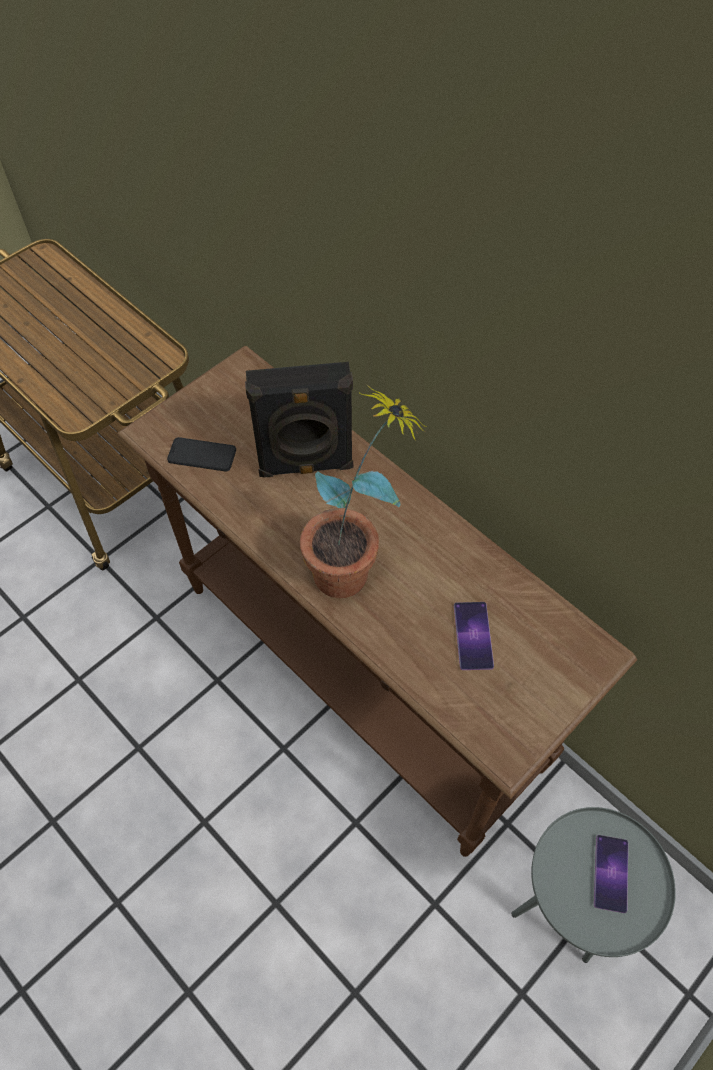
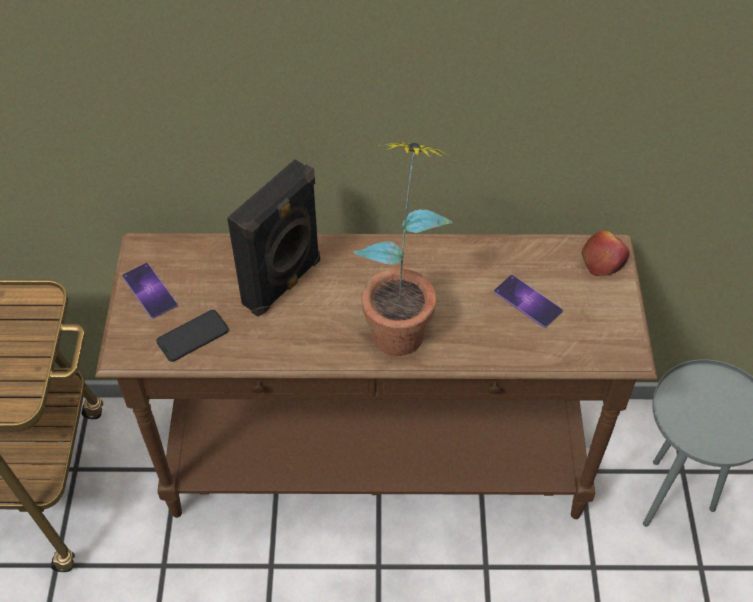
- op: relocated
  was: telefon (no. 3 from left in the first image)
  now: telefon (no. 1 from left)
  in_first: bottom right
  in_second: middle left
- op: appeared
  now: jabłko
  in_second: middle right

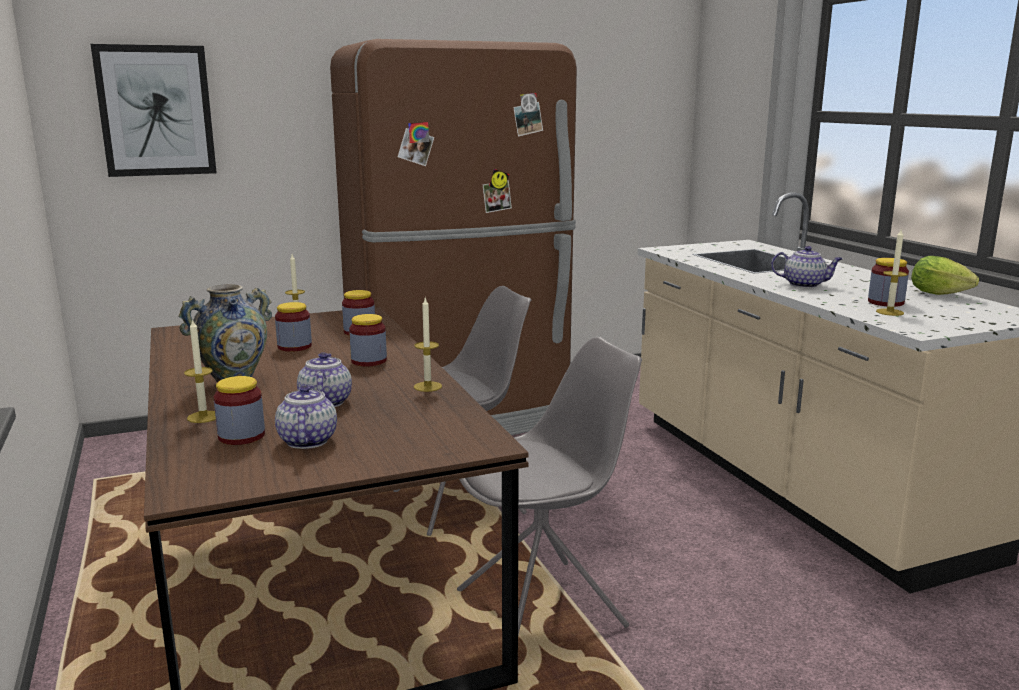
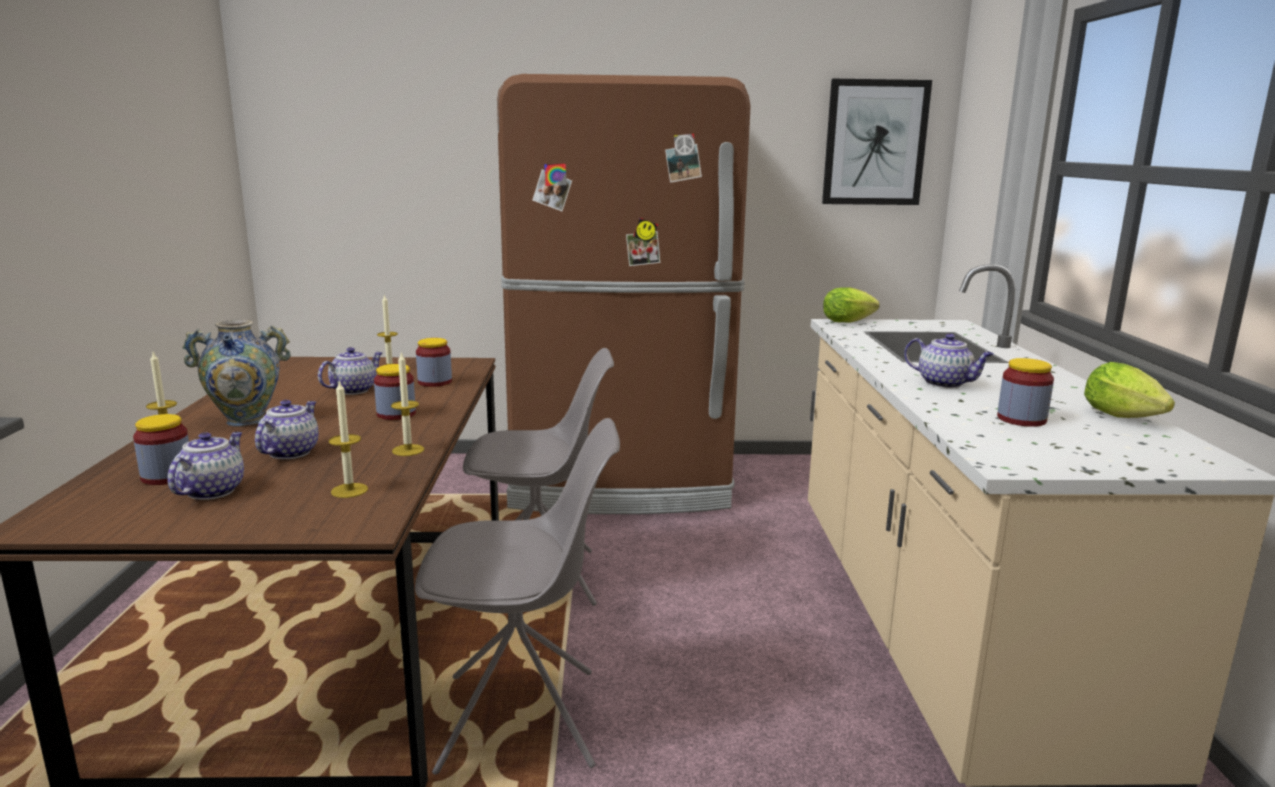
- op: relocated
  was: obraz
  in_first: top left
  in_second: top right
- op: exchanged
  was: słoik (no. 2 from left)
  now: imbryk (no. 3 from left)
  in_first: middle left
  in_second: middle left
- op: relocated
  was: świeca (no. 4 from left in the first image)
  now: świeca (no. 2 from left)
  in_first: middle right
  in_second: middle left
- op: appeared
  now: sałata (no. 1 from left)
  in_second: middle right

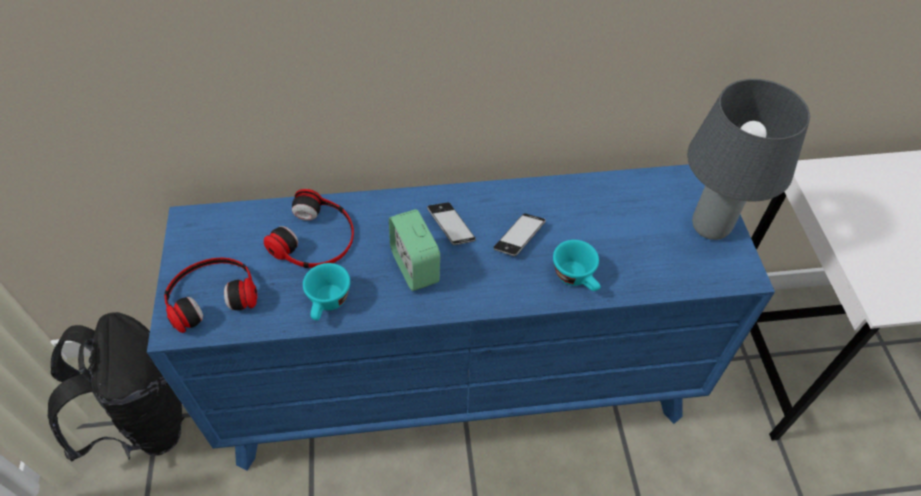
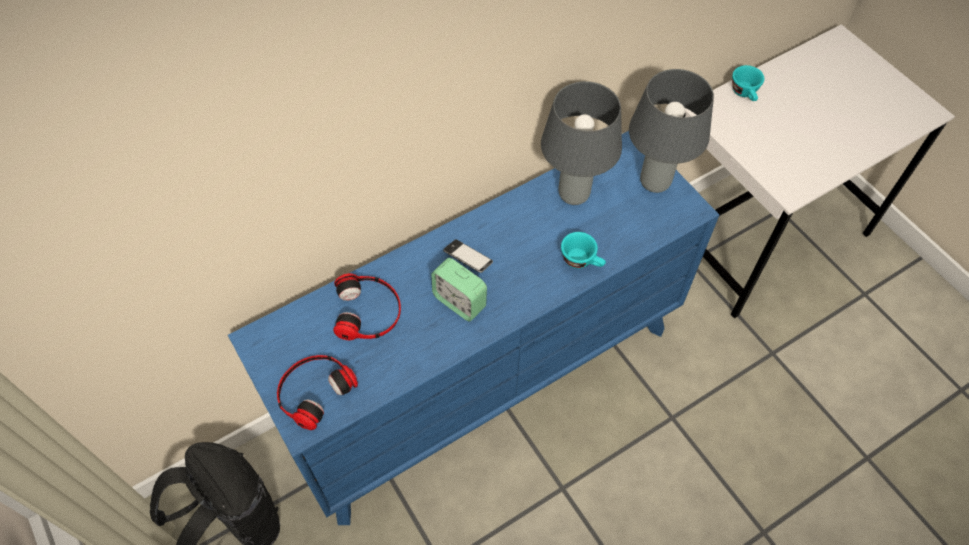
- op: relocated
  was: filiżanka [turkusowy] (no. 1 from left in the first image)
  now: filiżanka [turkusowy] (no. 2 from left)
  in_first: centre
  in_second: top right
- op: missing
  was: telefon (no. 2 from left)
  in_first: centre
- op: appeared
  now: lampa stołowa [szary] (no. 1 from left)
  in_second: top centre

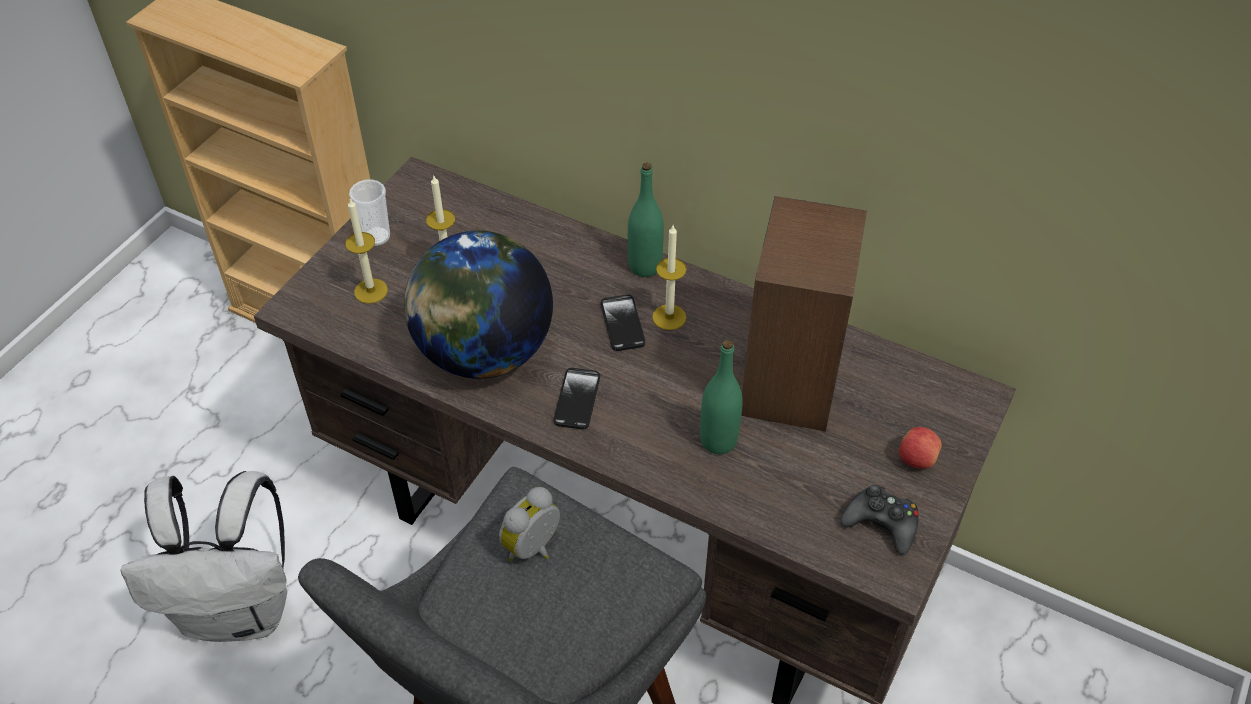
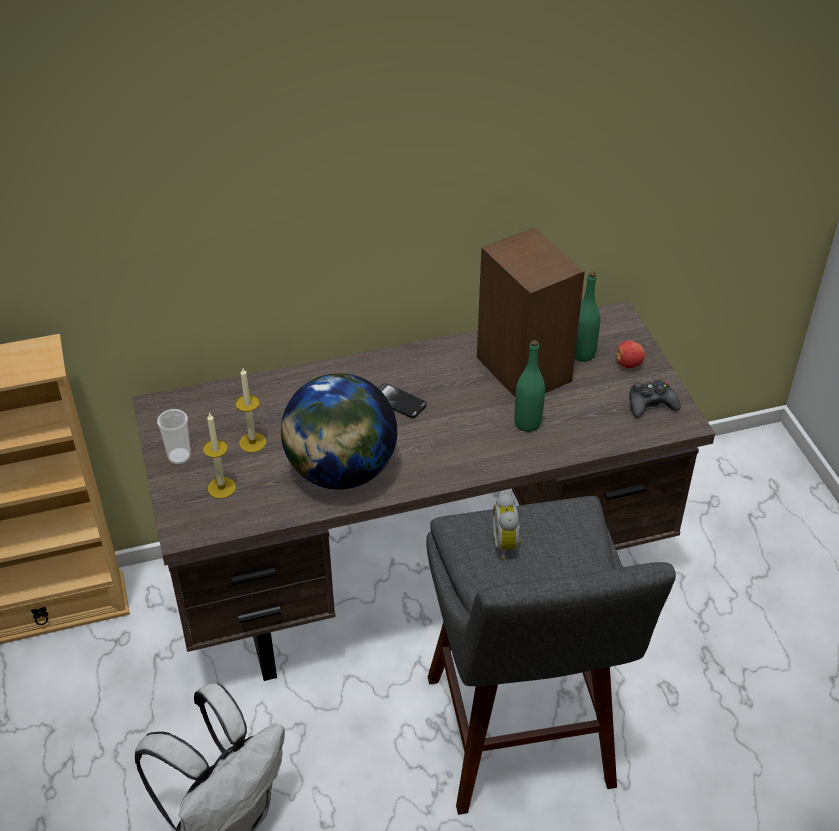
- op: missing
  was: telefon (no. 1 from left)
  in_first: centre
- op: relocated
  was: butelka [zielony] (no. 1 from left in the first image)
  now: butelka [zielony] (no. 2 from left)
  in_first: top centre
  in_second: middle right
- op: missing
  was: świeca (no. 3 from left)
  in_first: centre

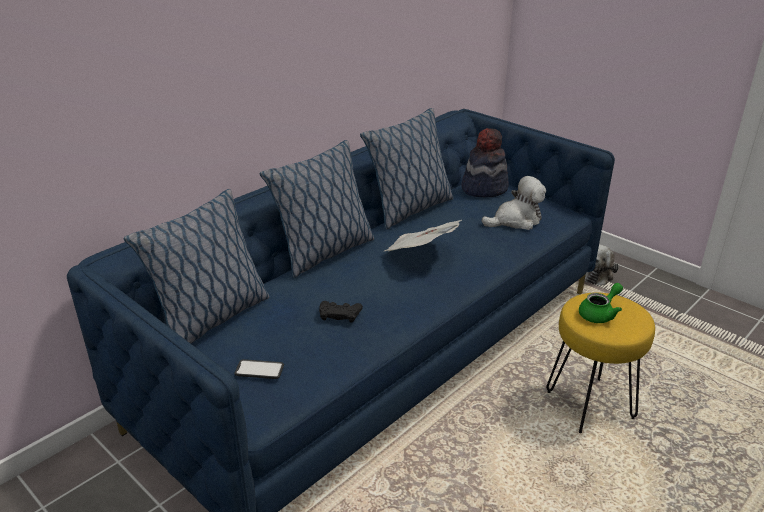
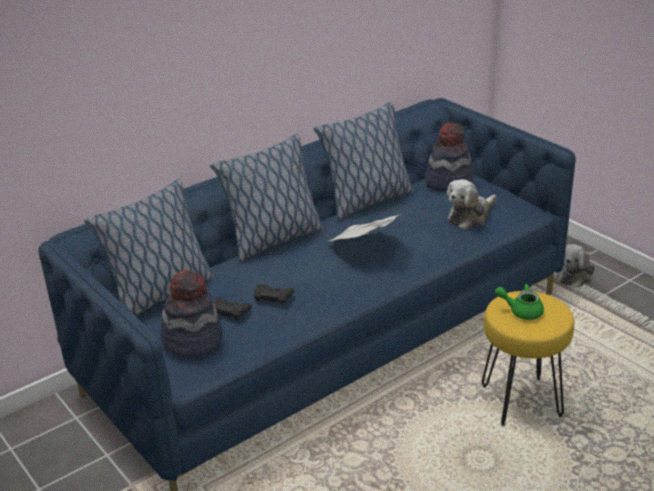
- op: exchanged
  was: telefon
  now: kapelusz (no. 1 from left)
  in_first: bottom centre
  in_second: middle left
- op: spun
  was: pluszak (no. 1 from left)
  in_first: middle right
  in_second: middle right
  clockwise: 150
- op: spun
  was: imbryk [zielony]
  in_first: middle right
  in_second: middle right
  clockwise: -135
- op: appeared
  now: pad do gier [czarny] (no. 1 from left)
  in_second: centre

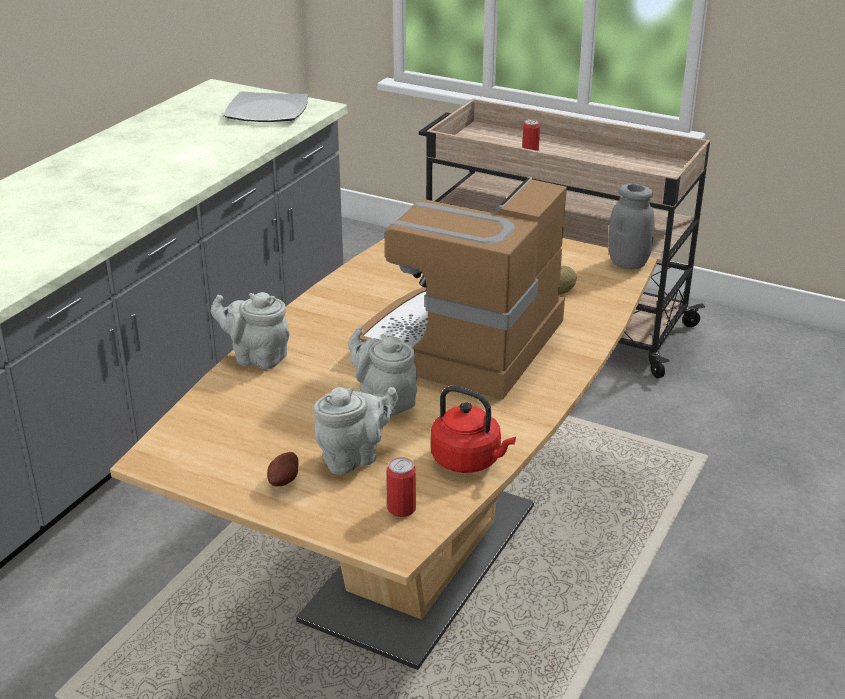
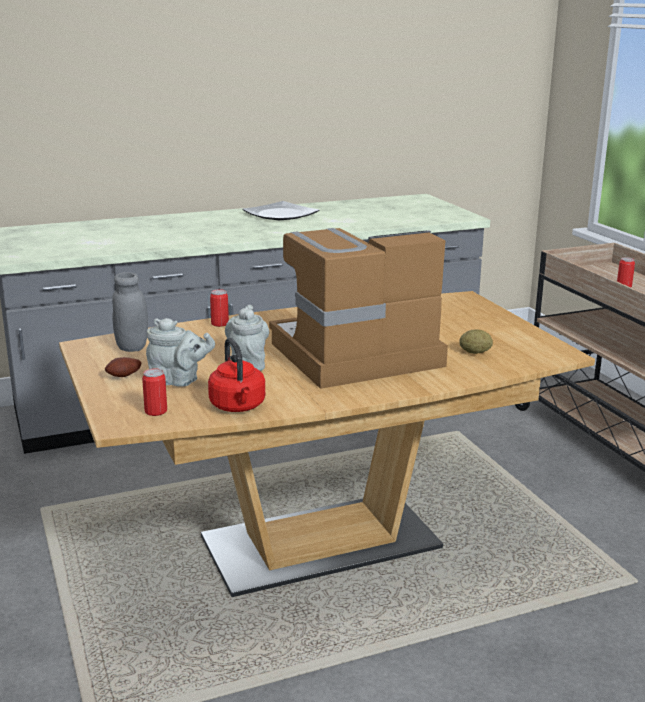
- op: exchanged
  was: imbryk [szary] (no. 1 from left)
  now: puszka (no. 2 from left)
  in_first: middle left
  in_second: centre
- op: relocated
  was: talerz
  in_first: top left
  in_second: top centre
- op: relocated
  was: słoik [szary]
  in_first: top right
  in_second: middle left

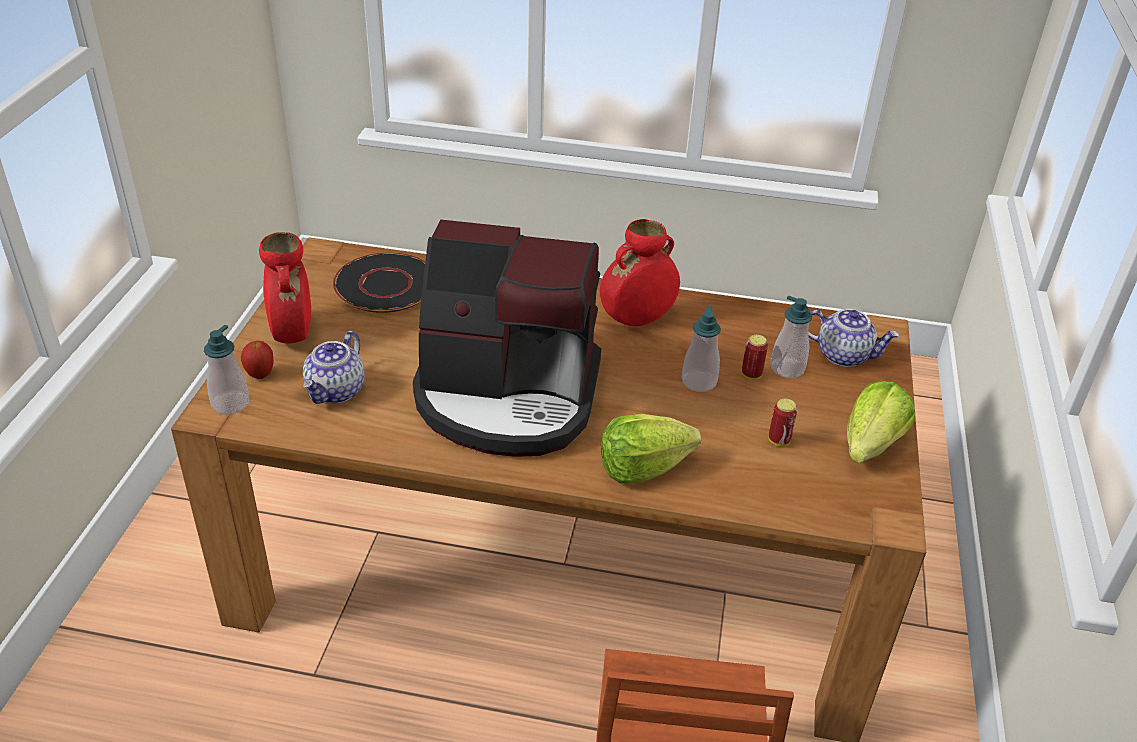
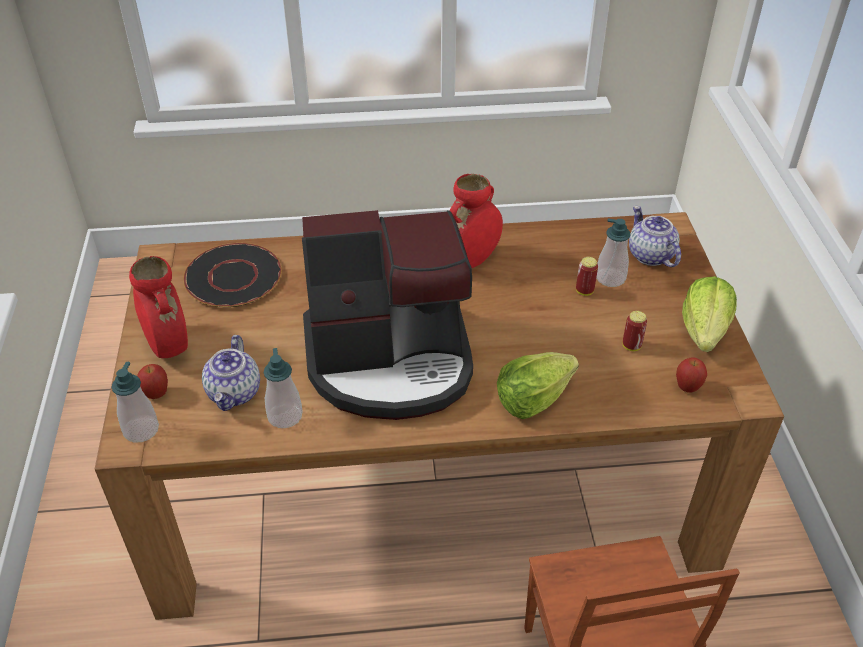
- op: relocated
  was: dozownik mydła (no. 2 from left)
  in_first: centre
  in_second: middle left
- op: spun
  was: imbryk (no. 2 from left)
  in_first: middle right
  in_second: middle right
  clockwise: -120
- op: appeared
  now: jabłko (no. 2 from left)
  in_second: middle right

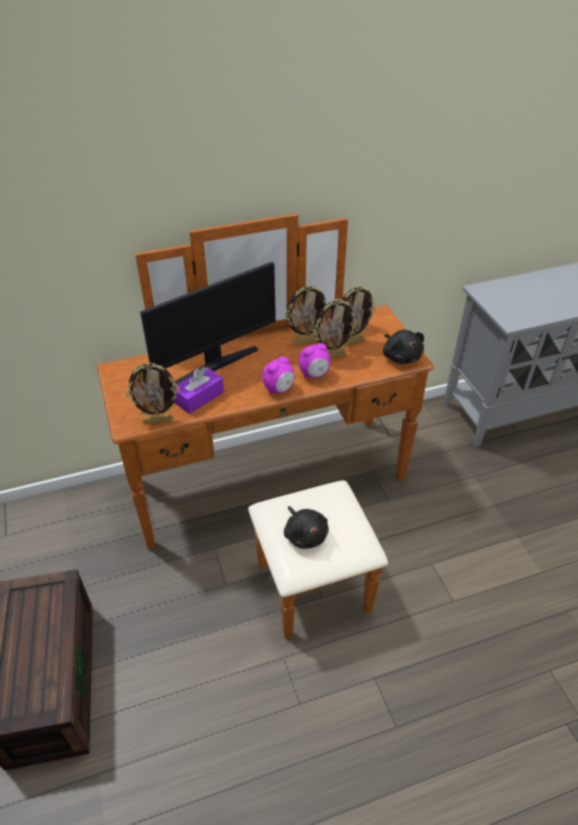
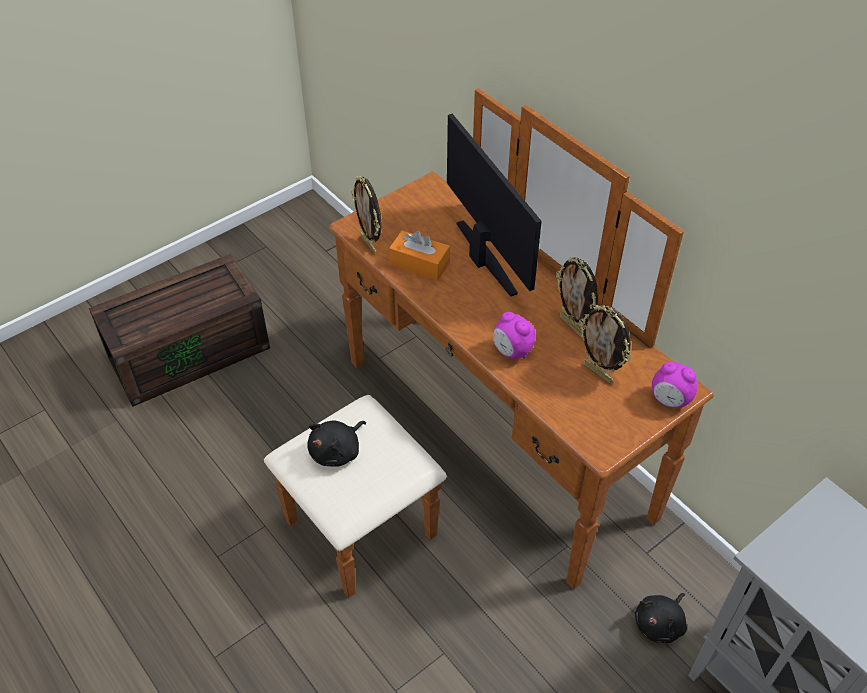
- op: spun
  was: monitor
  in_first: centre
  in_second: top centre
  clockwise: -150
- op: colour
  was: pudełko chusteczek [fioletowy]
  now: pudełko chusteczek [pomarańczowy]
  in_first: centre
  in_second: centre
- op: relocated
  was: budzik (no. 1 from left in the first image)
  now: budzik (no. 2 from left)
  in_first: centre
  in_second: middle right
- op: missing
  was: ramka na zdjęcie (no. 3 from left)
  in_first: centre
- op: relocated
  was: pluszak [czarny] (no. 2 from left)
  in_first: middle right
  in_second: bottom right

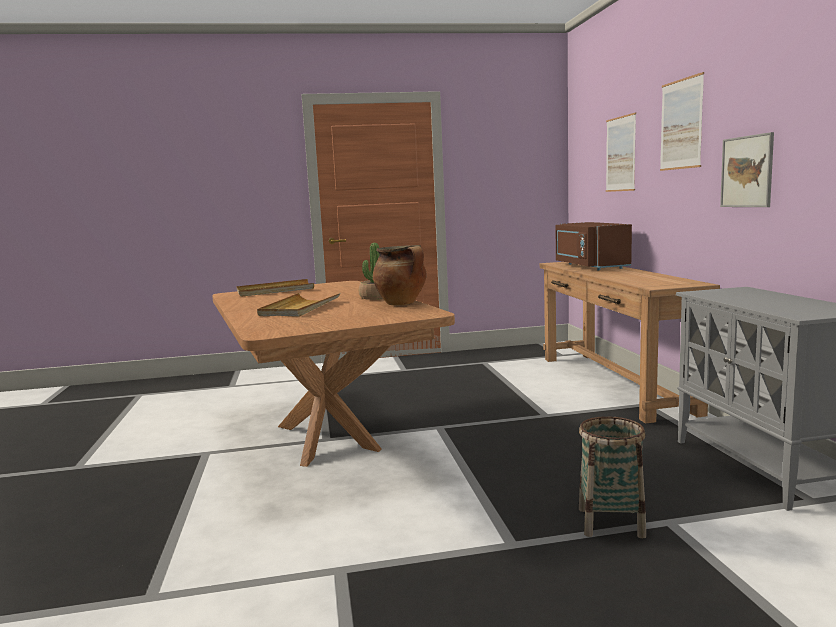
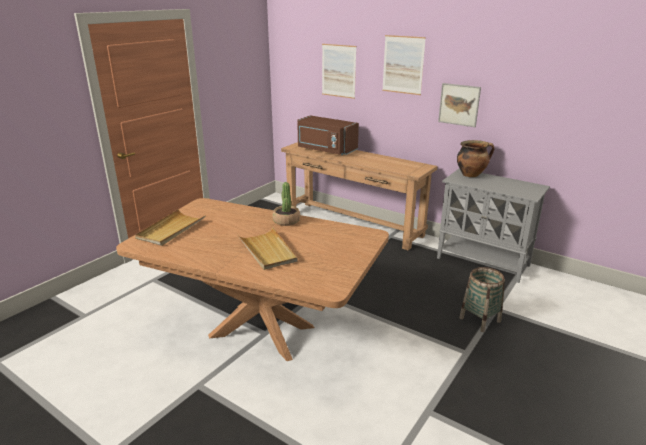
- op: relocated
  was: garnek
  in_first: centre
  in_second: middle right

